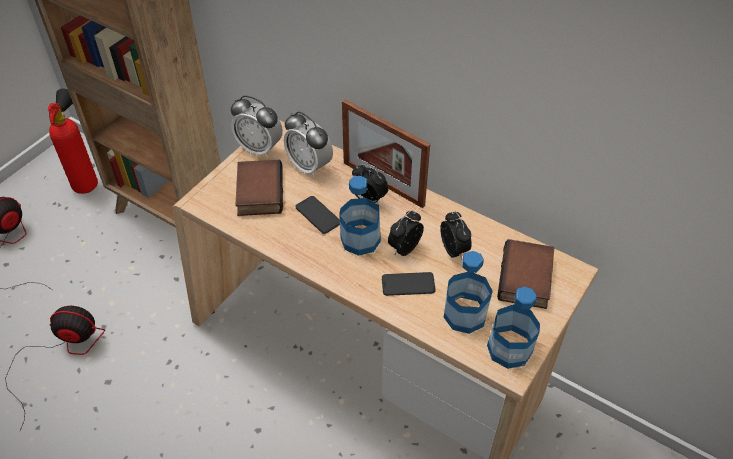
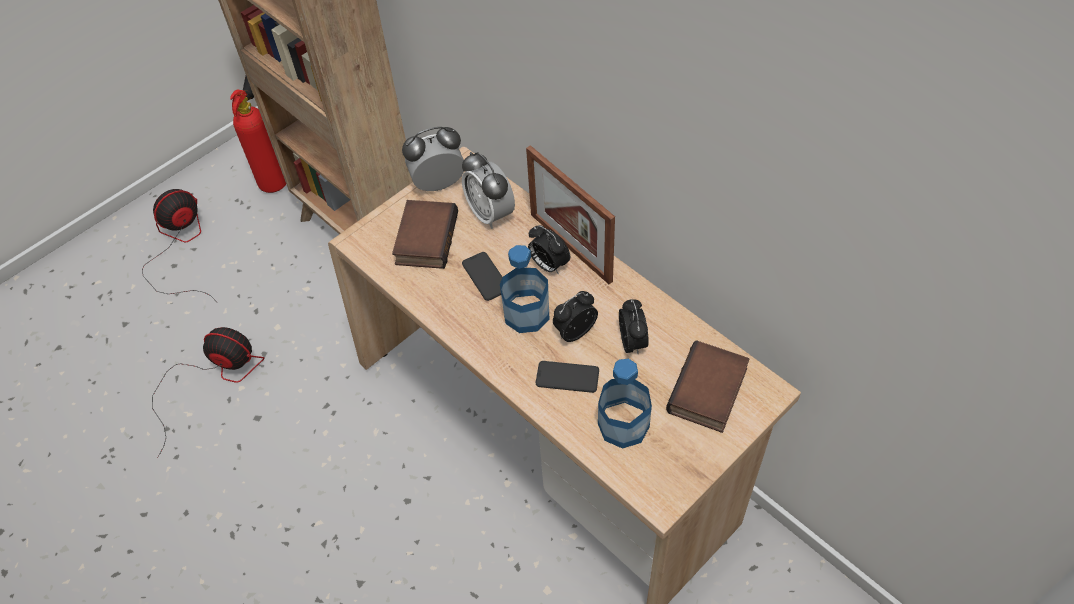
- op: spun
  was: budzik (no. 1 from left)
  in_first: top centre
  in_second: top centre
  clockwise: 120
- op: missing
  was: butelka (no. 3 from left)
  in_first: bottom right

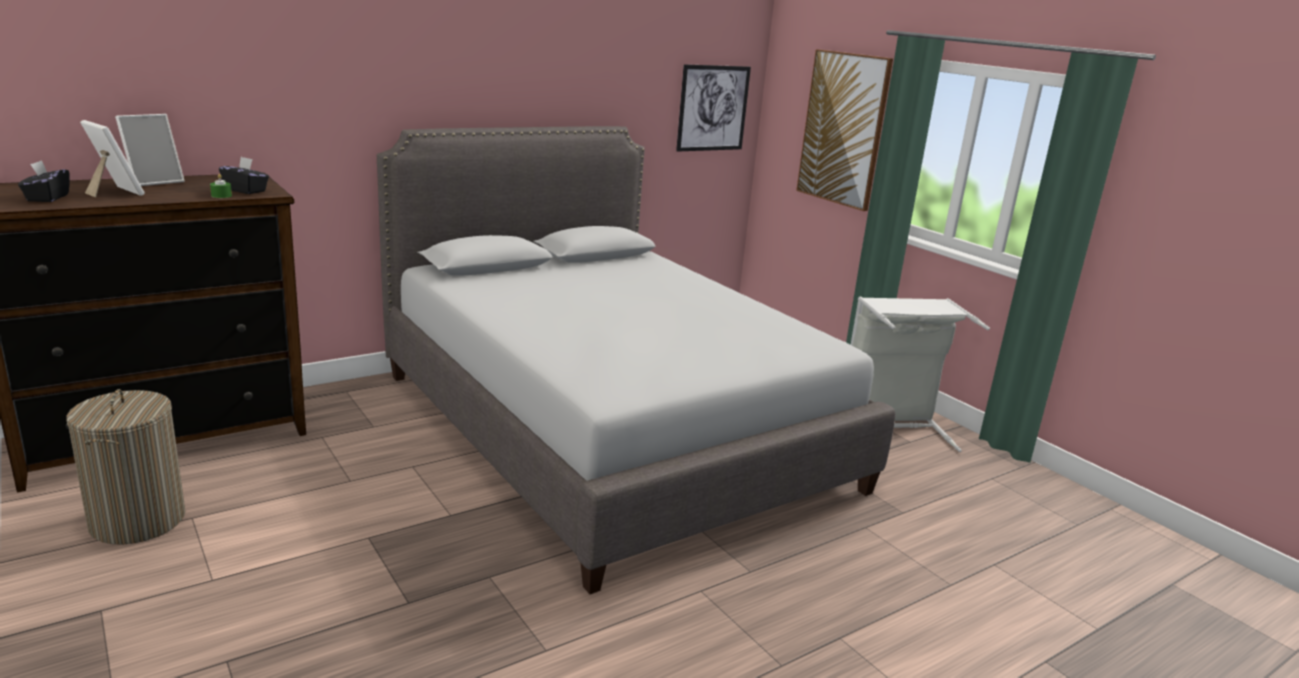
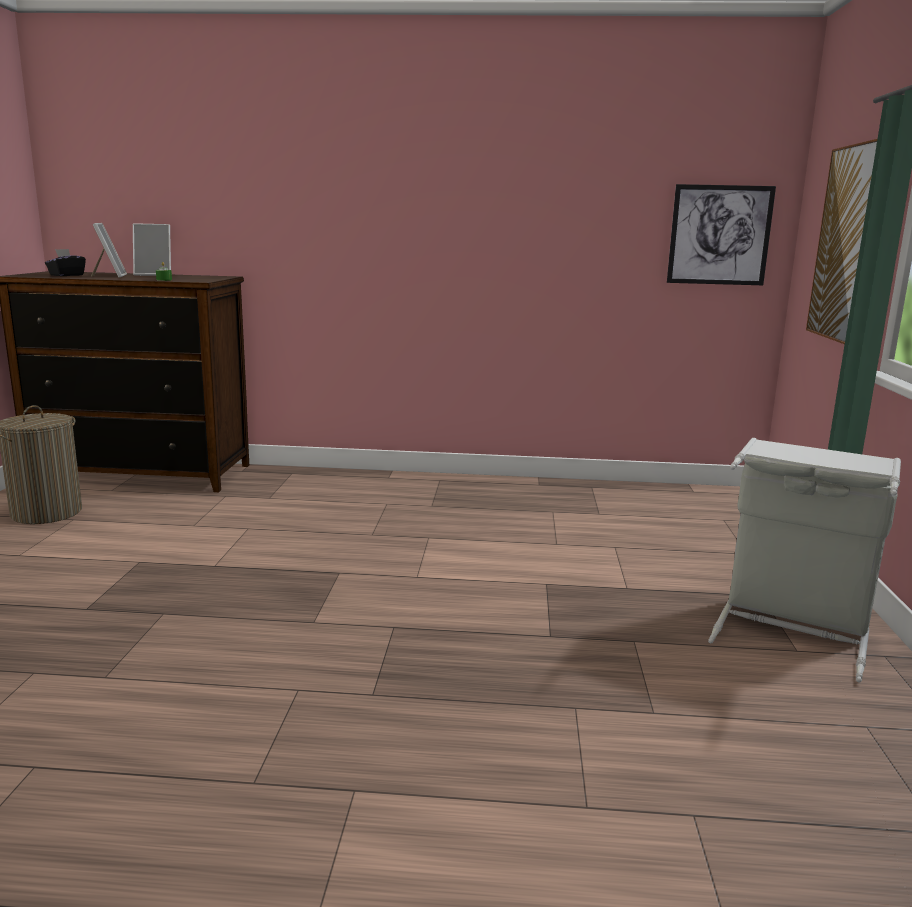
- op: missing
  was: pudełko chusteczek [czarny] (no. 2 from left)
  in_first: top left
- op: missing
  was: łóżko [szary]
  in_first: centre

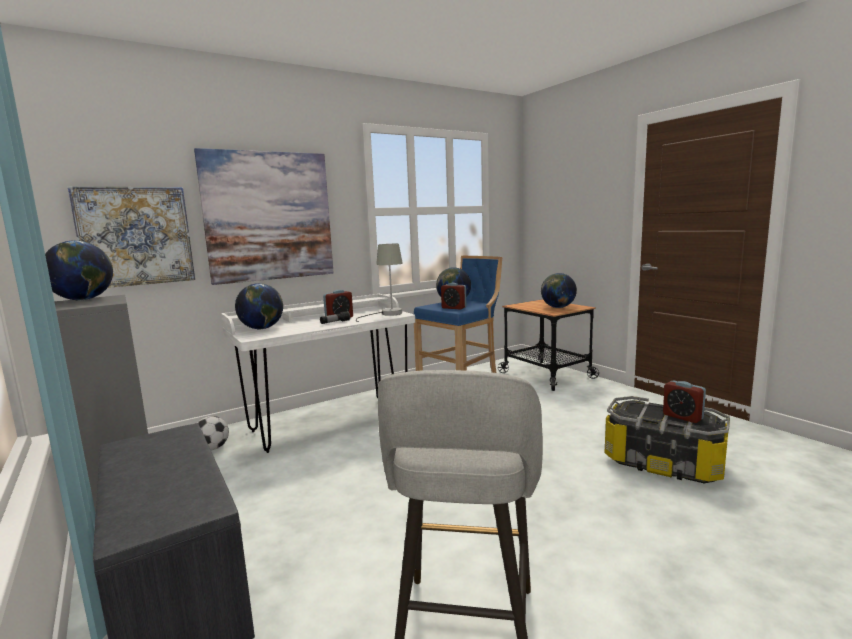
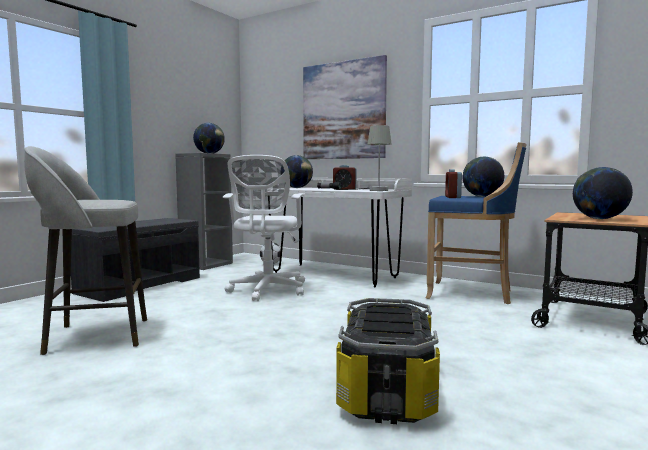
- op: missing
  was: obraz (no. 1 from left)
  in_first: middle left
- op: missing
  was: budzik (no. 3 from left)
  in_first: middle right
- op: appeared
  now: krzesło biurowe [biały]
  in_second: centre

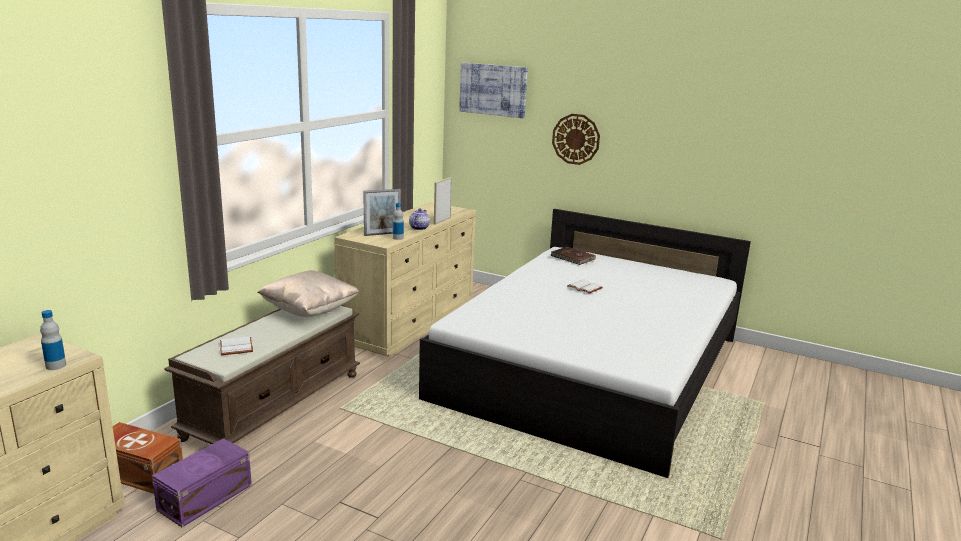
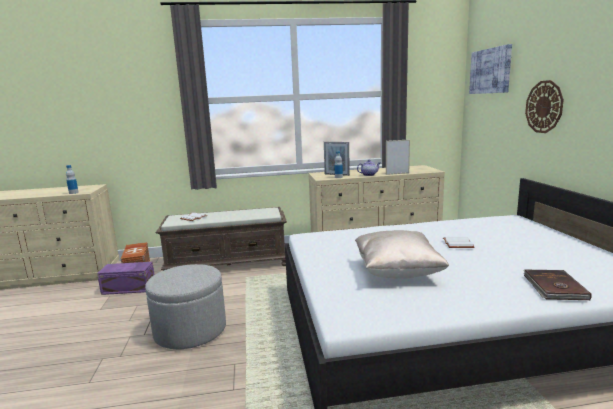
- op: relocated
  was: poduszka [beżowy]
  in_first: middle left
  in_second: centre
- op: relocated
  was: książka [brązowy]
  in_first: centre
  in_second: bottom right
- op: appeared
  now: pufa [szary]
  in_second: bottom left

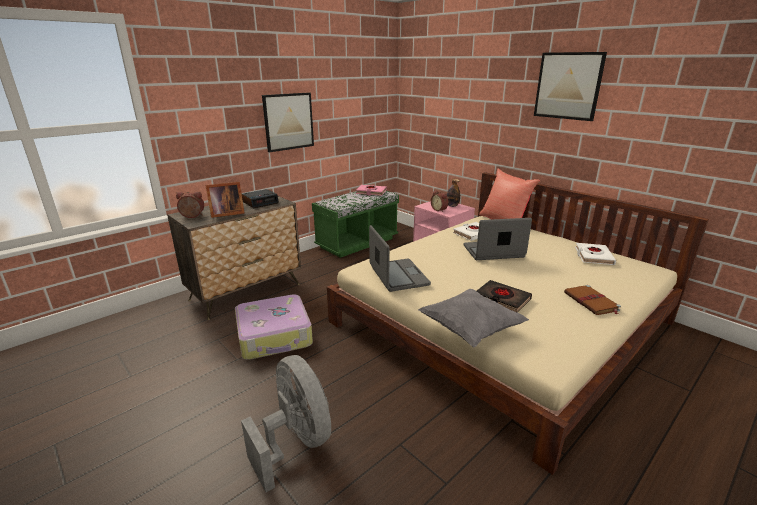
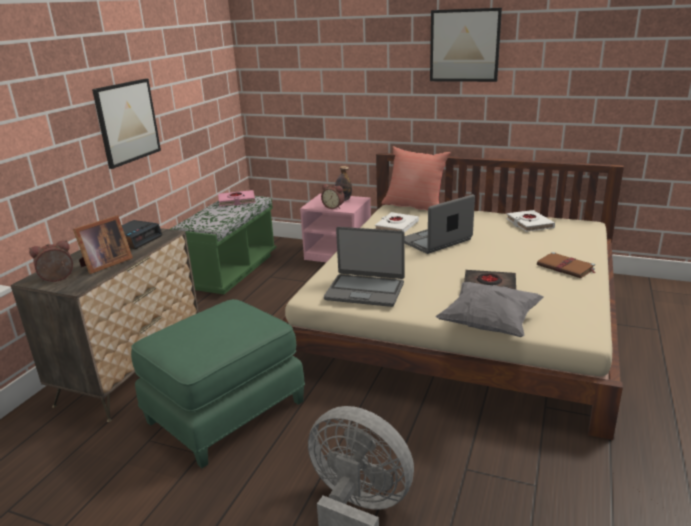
- op: exchanged
  was: walizka
  now: pufa [zielony]
  in_first: centre
  in_second: bottom left
- op: spun
  was: laptop (no. 1 from left)
  in_first: centre
  in_second: centre
  clockwise: 150

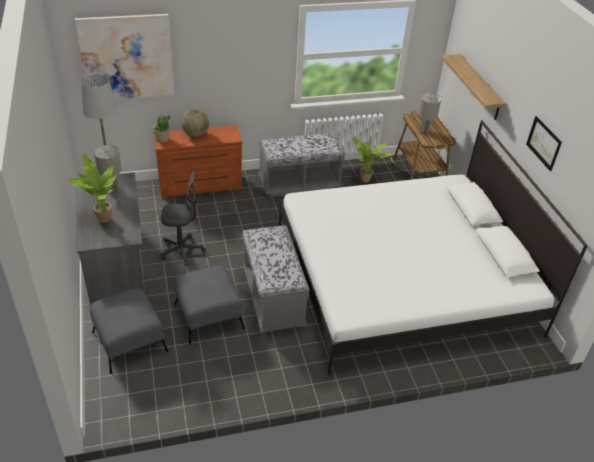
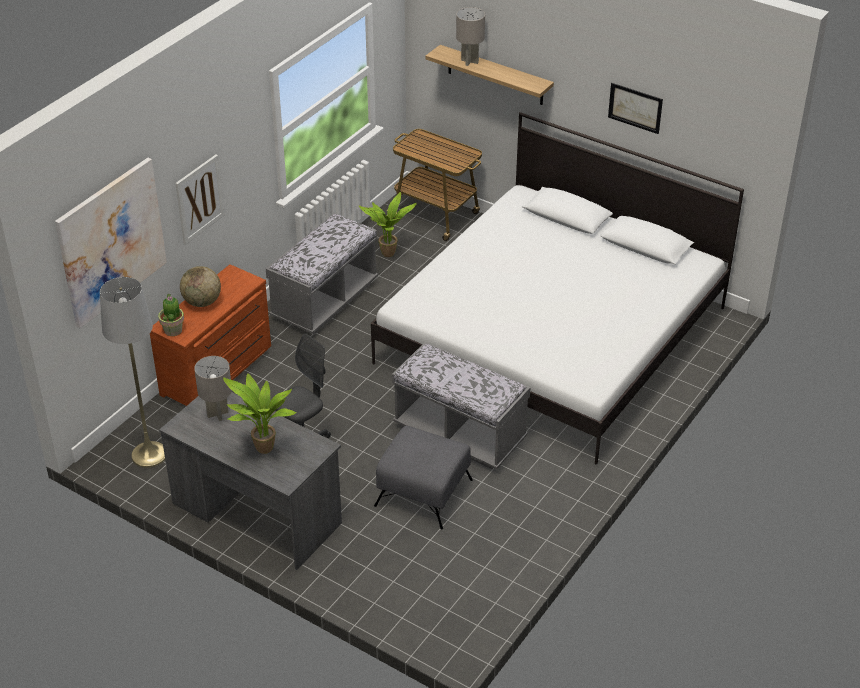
- op: missing
  was: pufa [szary] (no. 1 from left)
  in_first: bottom left
- op: relocated
  was: lampa stołowa [szary] (no. 2 from left)
  in_first: top right
  in_second: top centre
- op: appeared
  now: obraz (no. 2 from left)
  in_second: top left

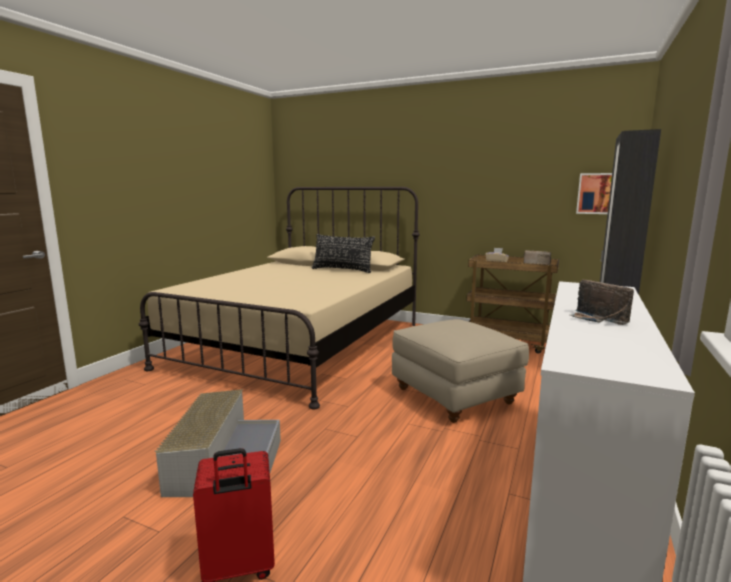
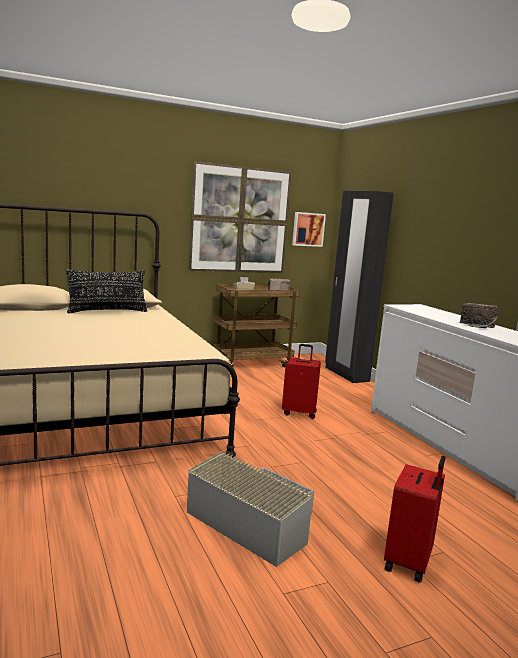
- op: exchanged
  was: pufa [beżowy]
  now: walizka [czerwony] (no. 1 from left)
  in_first: centre
  in_second: centre
- op: appeared
  now: obraz (no. 1 from left)
  in_second: top centre

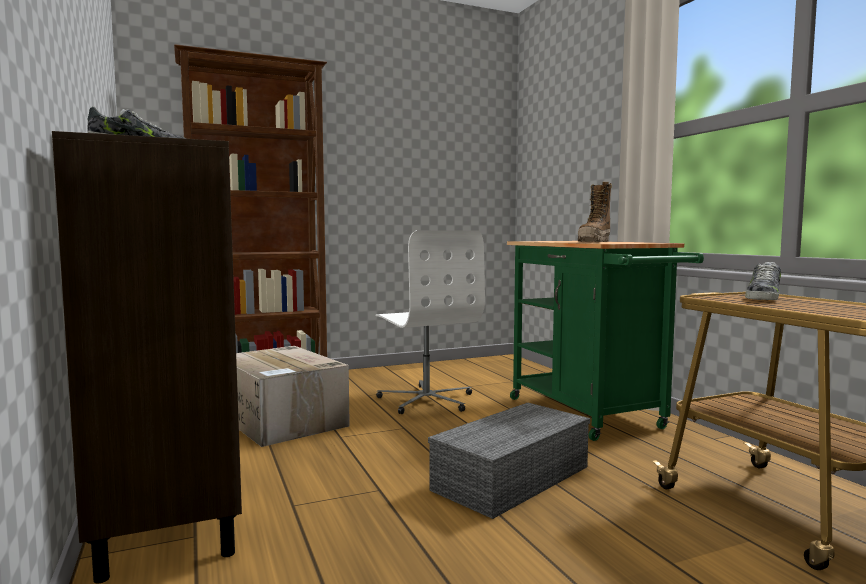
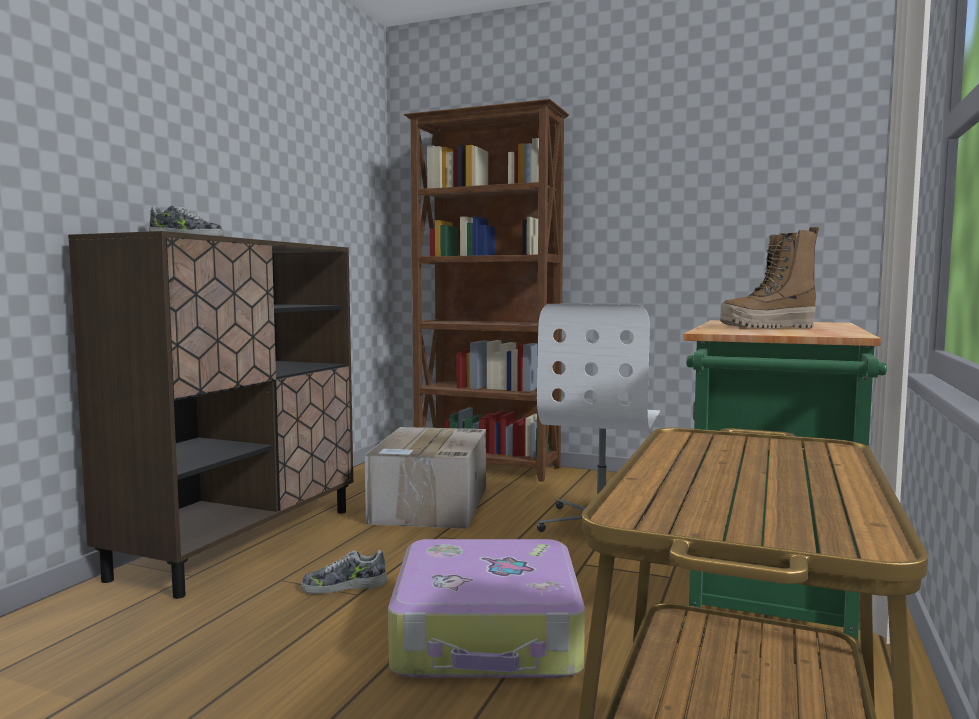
- op: exchanged
  was: pojemnik do przechowywania [szary]
  now: walizka
  in_first: bottom centre
  in_second: bottom centre
- op: relocated
  was: but (no. 2 from left)
  in_first: middle right
  in_second: bottom centre

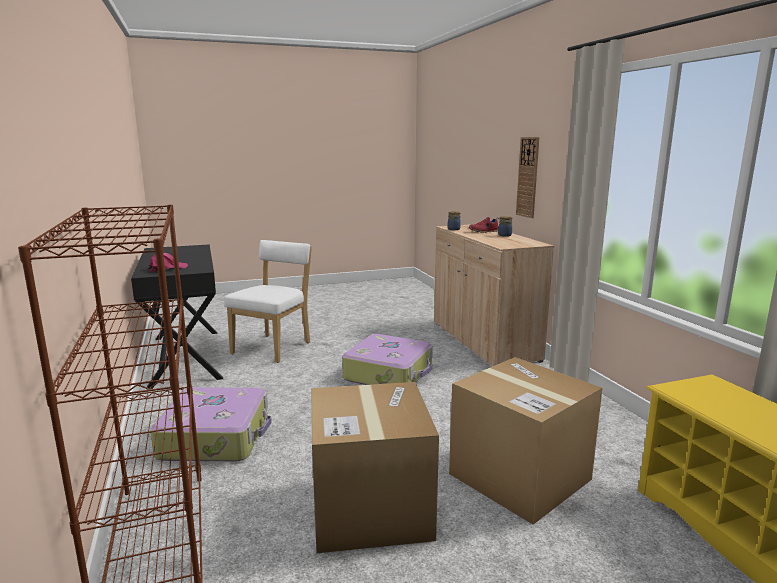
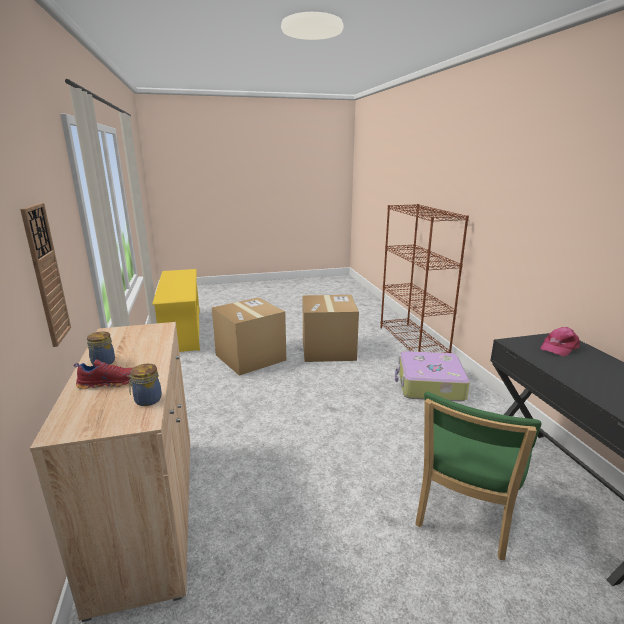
- op: colour
  was: krzesło [biały]
  now: krzesło [zielony]
  in_first: centre
  in_second: bottom right
- op: missing
  was: walizka (no. 2 from left)
  in_first: centre

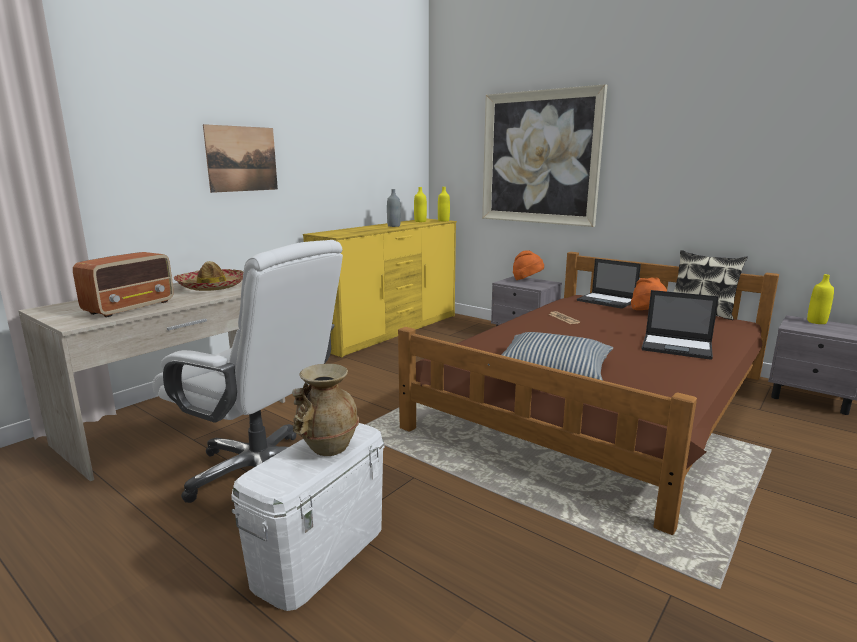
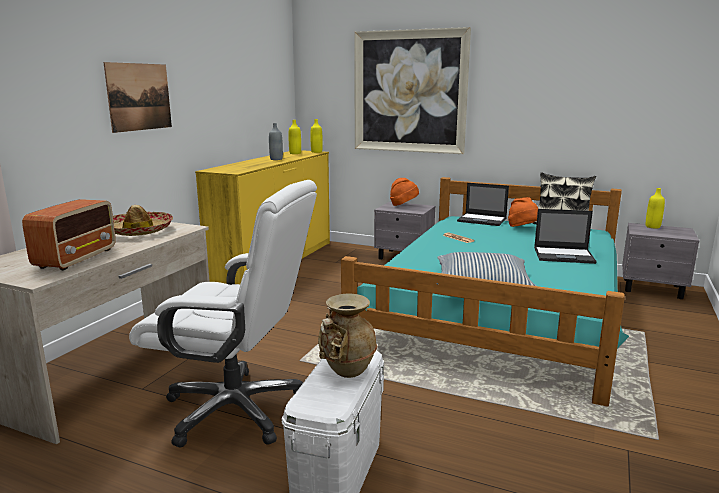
- op: colour
  was: łóżko [brązowy]
  now: łóżko [turkusowy]
  in_first: middle right
  in_second: middle right

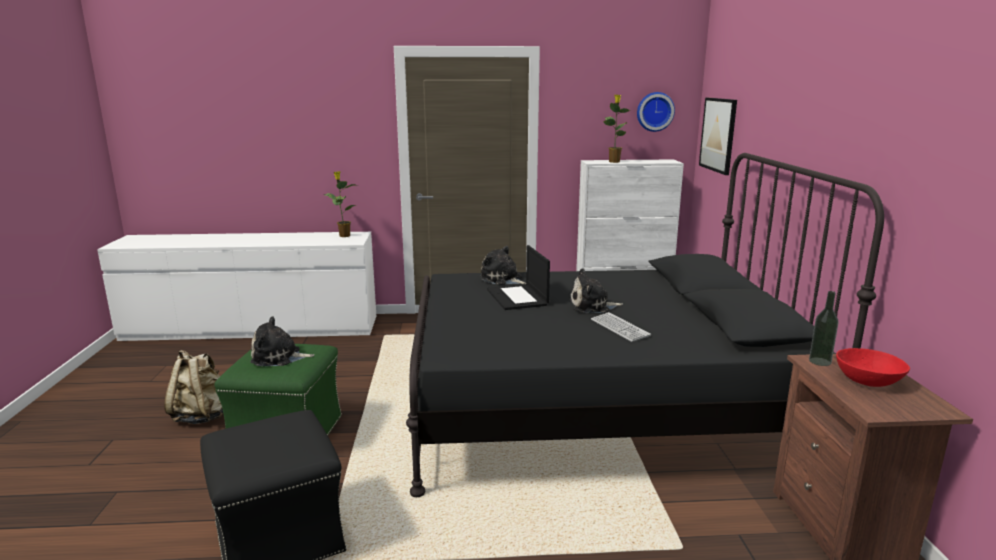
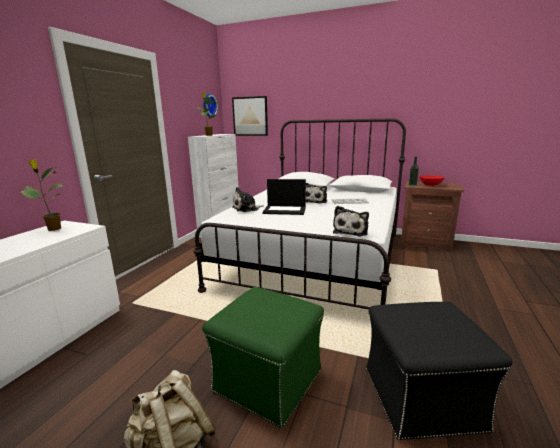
- op: relocated
  was: pluszak (no. 1 from left in the first image)
  now: pluszak (no. 3 from left)
  in_first: middle left
  in_second: centre
- op: colour
  was: łóżko [czarny]
  now: łóżko [biały]
  in_first: centre
  in_second: centre

